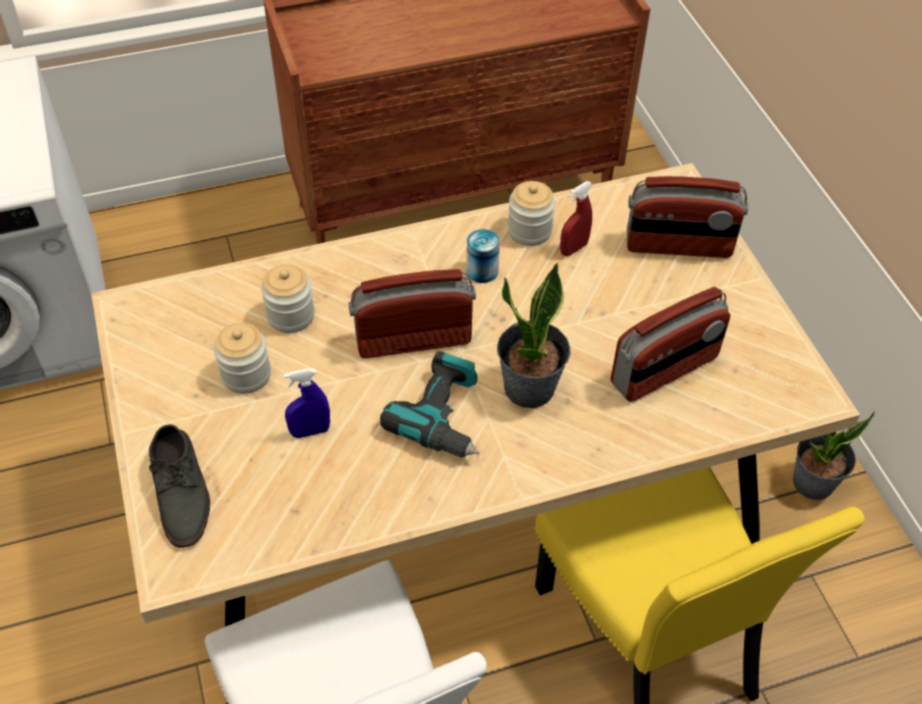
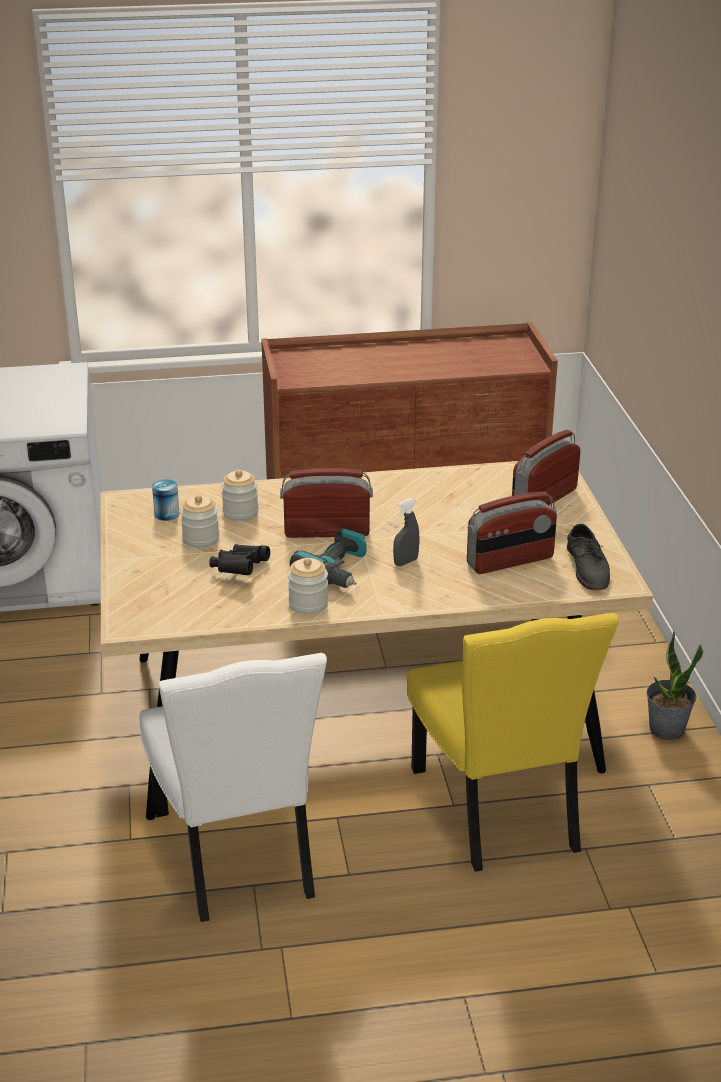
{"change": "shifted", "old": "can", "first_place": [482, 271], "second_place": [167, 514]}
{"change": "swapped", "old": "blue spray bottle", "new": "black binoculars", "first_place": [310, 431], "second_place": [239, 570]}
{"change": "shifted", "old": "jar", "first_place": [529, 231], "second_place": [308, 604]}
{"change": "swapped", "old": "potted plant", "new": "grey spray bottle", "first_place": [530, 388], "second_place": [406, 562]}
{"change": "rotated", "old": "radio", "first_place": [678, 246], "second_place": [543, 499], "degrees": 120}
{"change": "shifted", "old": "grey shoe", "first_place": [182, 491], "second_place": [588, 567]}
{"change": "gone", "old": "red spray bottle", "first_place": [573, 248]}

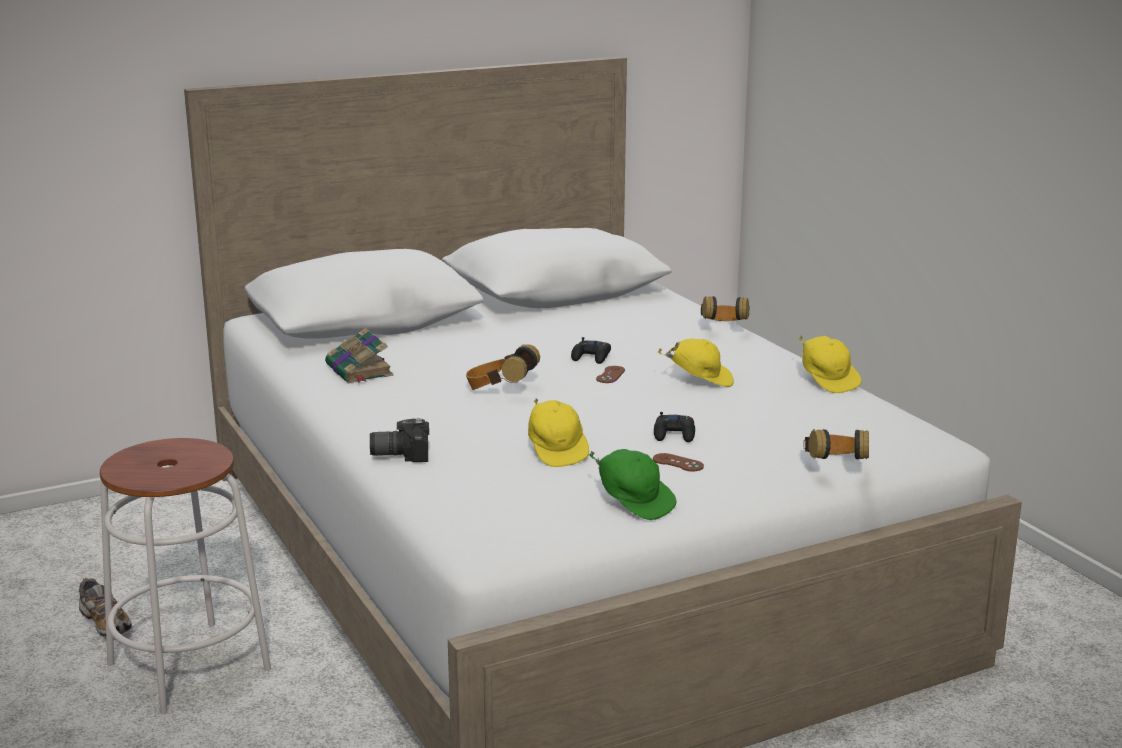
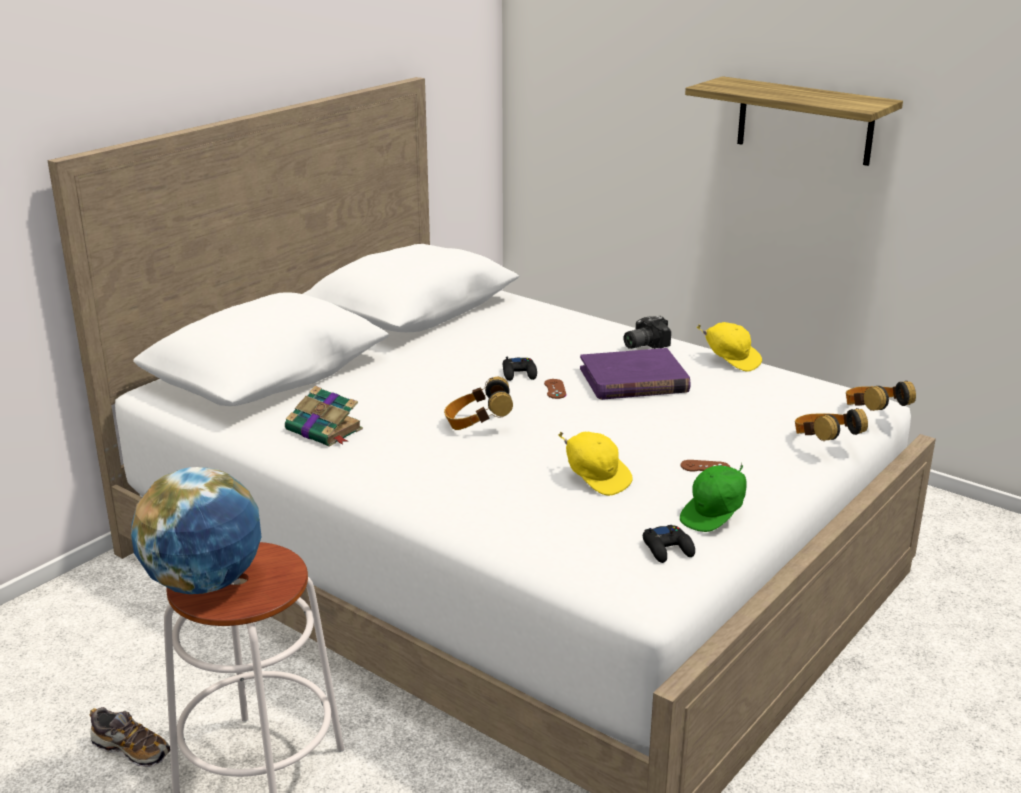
{"change": "new", "new": "globe", "second_place": [204, 583]}
{"change": "swapped", "old": "yellow cap", "new": "purple book", "first_place": [700, 380], "second_place": [633, 380]}
{"change": "shifted", "old": "photo camera", "first_place": [400, 453], "second_place": [642, 344]}
{"change": "shifted", "old": "black game controller", "first_place": [674, 434], "second_place": [668, 549]}
{"change": "rotated", "old": "green cap", "first_place": [634, 503], "second_place": [715, 516], "degrees": 120}
{"change": "new", "new": "shelf", "second_place": [805, 121]}
{"change": "shifted", "old": "headphones", "first_place": [724, 328], "second_place": [873, 414]}

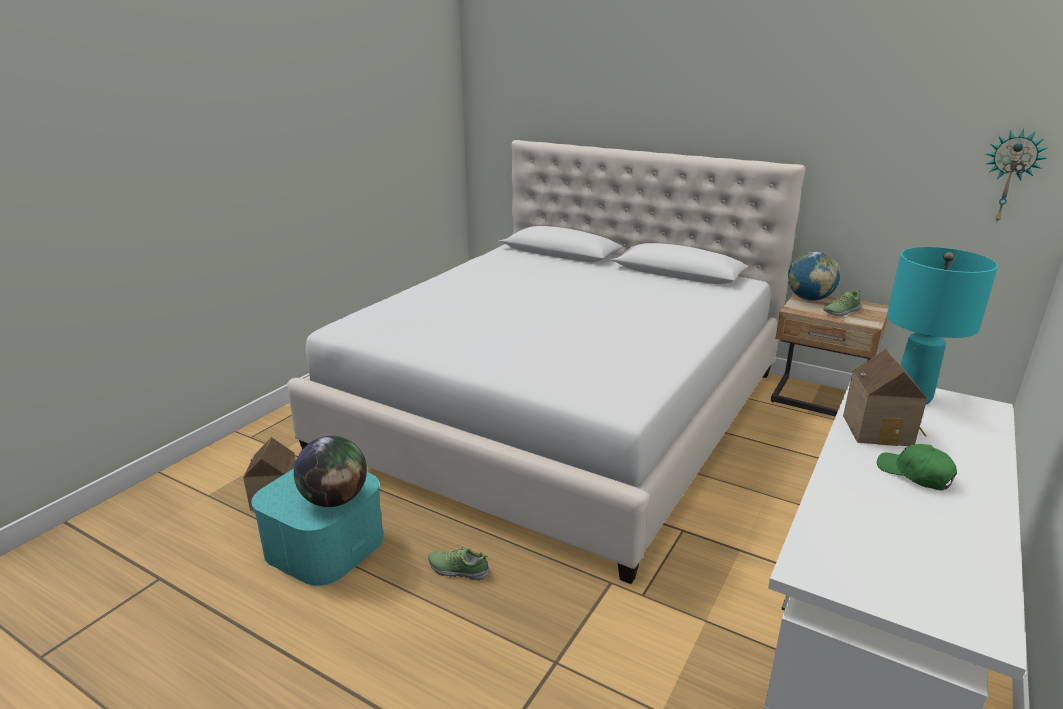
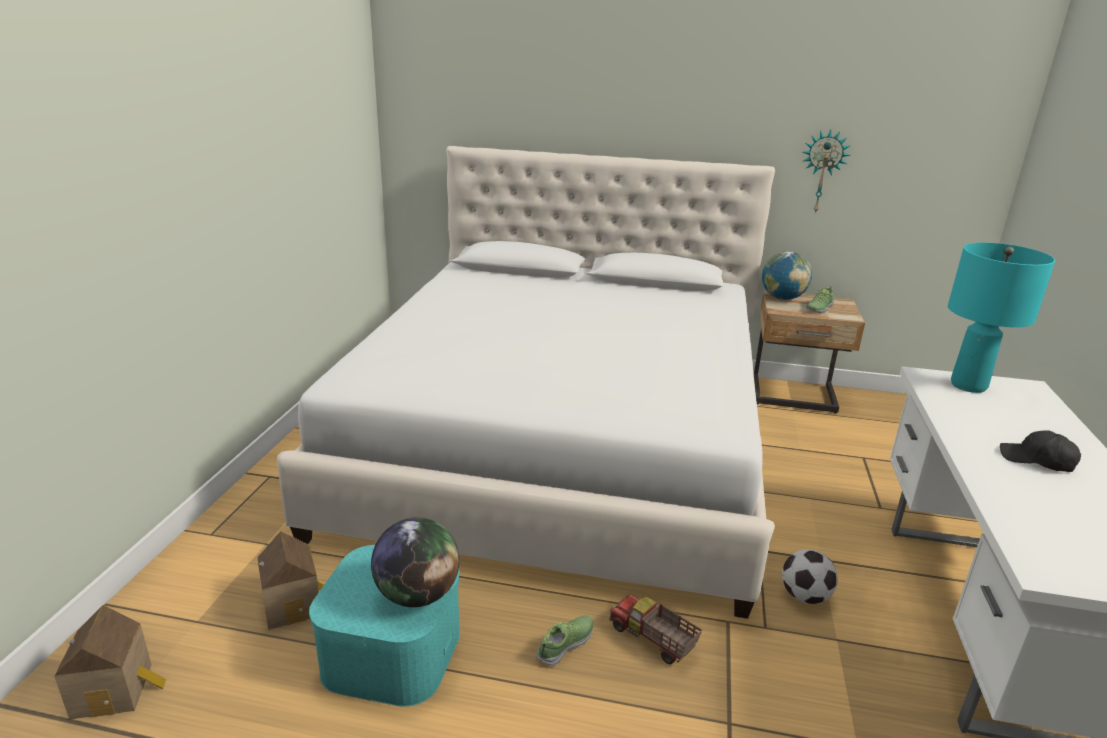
{"change": "shifted", "old": "toy house", "first_place": [880, 430], "second_place": [116, 690]}
{"change": "rotated", "old": "shoe", "first_place": [458, 569], "second_place": [565, 645], "degrees": 135}
{"change": "new", "new": "toy truck", "second_place": [652, 640]}
{"change": "new", "new": "football", "second_place": [805, 596]}
{"change": "shifted", "old": "wall clock", "first_place": [1009, 176], "second_place": [822, 172]}
{"change": "repainted", "old": "green cap", "new": "black cap", "first_place": [914, 474], "second_place": [1037, 460]}

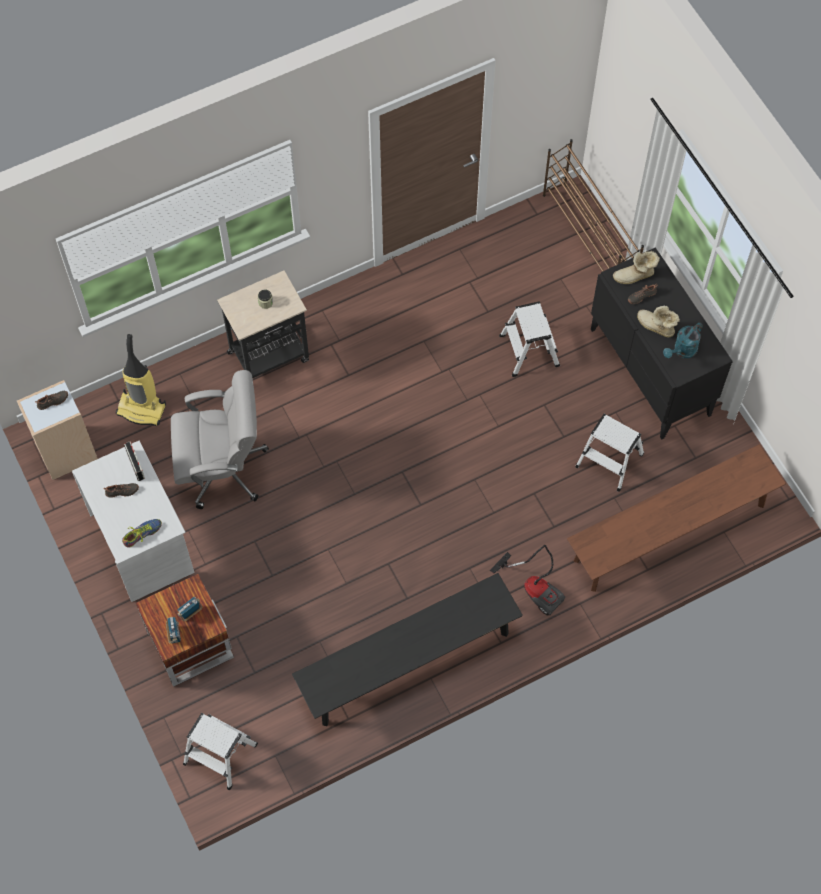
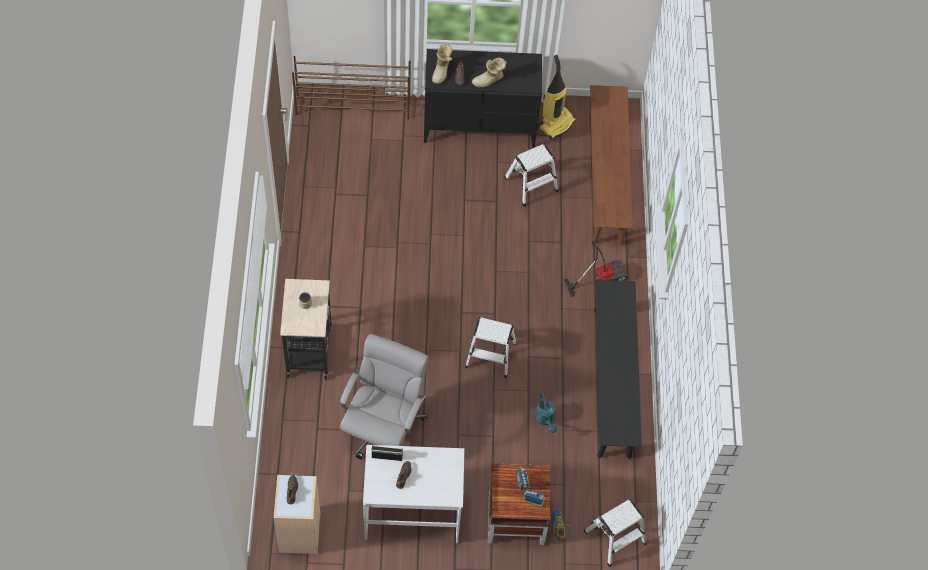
{"change": "shifted", "old": "white step ladder", "first_place": [529, 350], "second_place": [491, 354]}
{"change": "shifted", "old": "turquoise watering can", "first_place": [682, 351], "second_place": [545, 419]}
{"change": "shifted", "old": "vacuum cleaner", "first_place": [142, 409], "second_place": [556, 123]}
{"change": "shifted", "old": "shoe", "first_place": [142, 534], "second_place": [558, 526]}

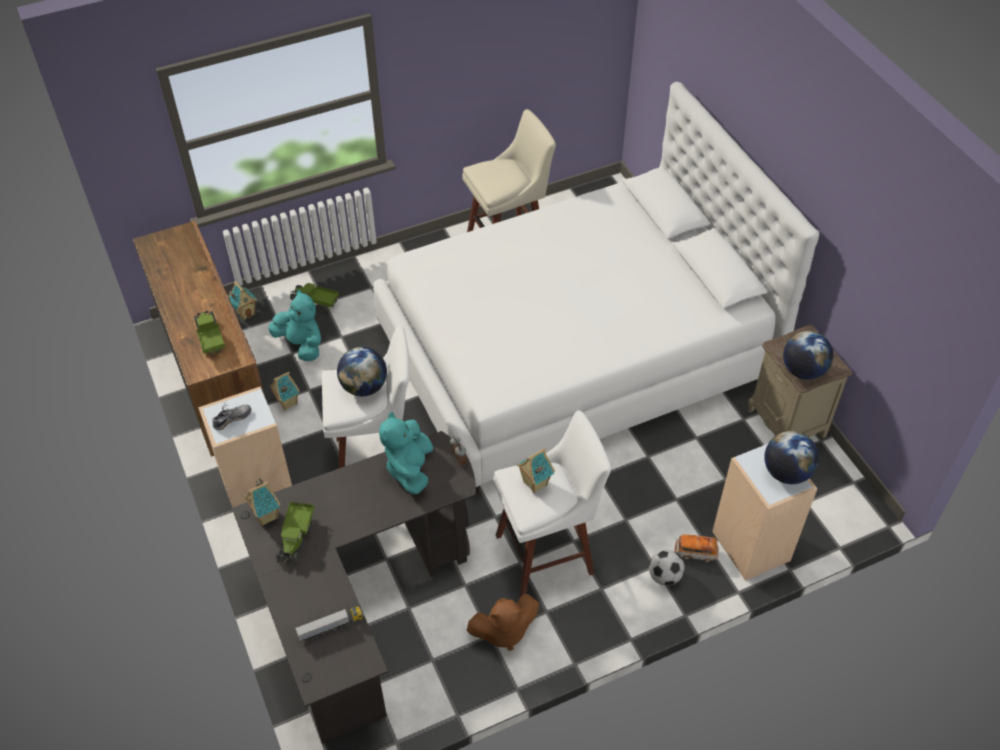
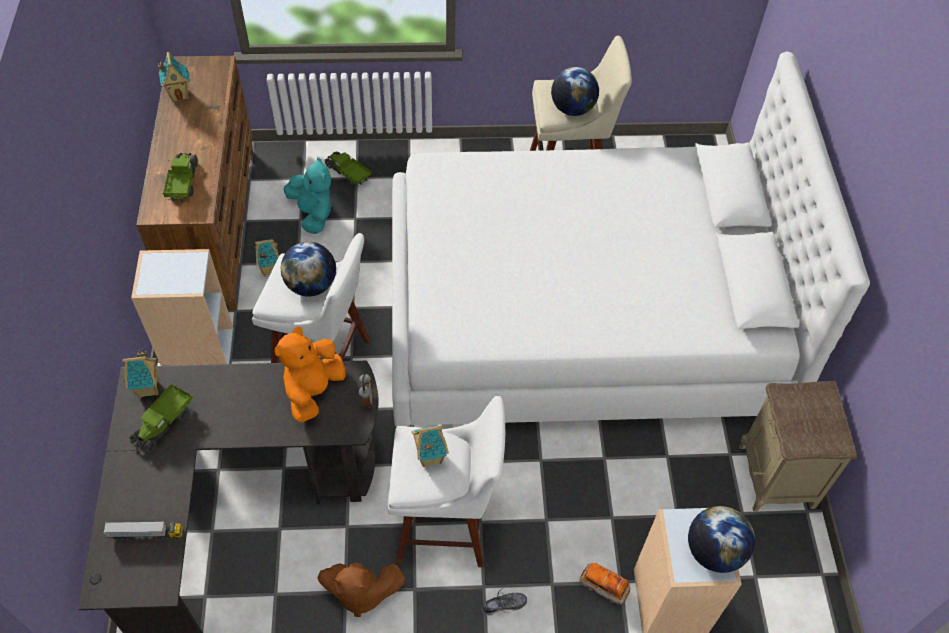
{"change": "shifted", "old": "toy house", "first_place": [246, 313], "second_place": [179, 94]}
{"change": "repainted", "old": "turquoise plush toy", "new": "orange plush toy", "first_place": [410, 468], "second_place": [313, 390]}
{"change": "shifted", "old": "shoe", "first_place": [232, 419], "second_place": [503, 605]}
{"change": "shifted", "old": "globe", "first_place": [803, 370], "second_place": [572, 109]}
{"change": "gone", "old": "football", "first_place": [664, 577]}

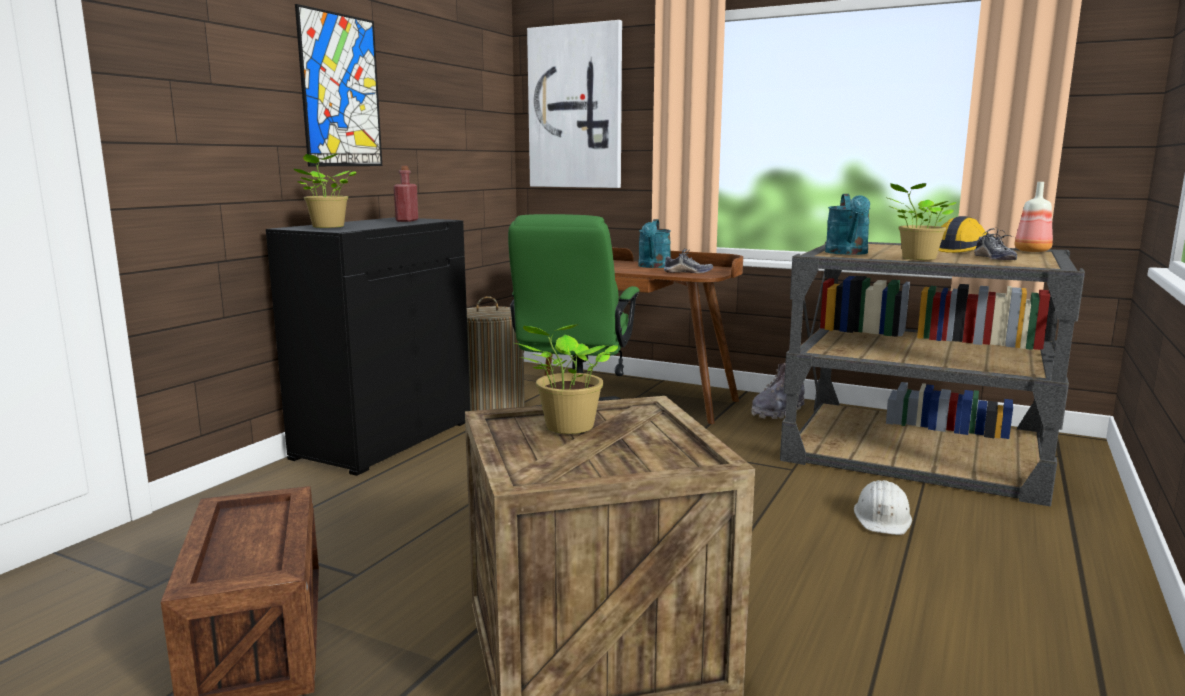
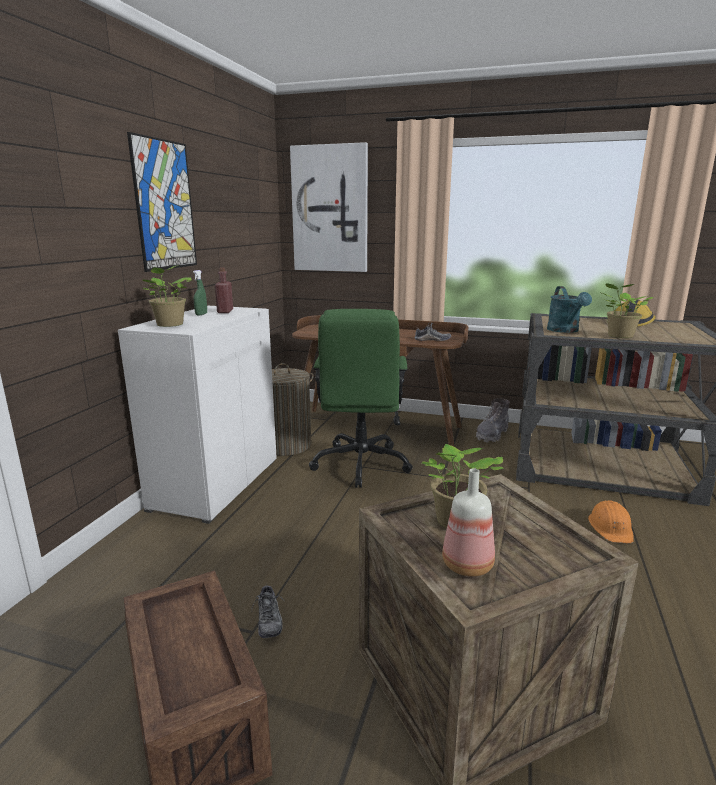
{"change": "repainted", "old": "black cabinet", "new": "white cabinet", "first_place": [384, 439], "second_place": [215, 483]}
{"change": "new", "new": "green spray bottle", "second_place": [201, 314]}
{"change": "shifted", "old": "shoe", "first_place": [994, 258], "second_place": [269, 620]}
{"change": "shifted", "old": "bottle", "first_place": [1033, 251], "second_place": [469, 565]}
{"change": "repainted", "old": "white hard hat", "new": "orange hard hat", "first_place": [883, 518], "second_place": [611, 528]}
{"change": "gone", "old": "turquoise watering can", "first_place": [654, 266]}

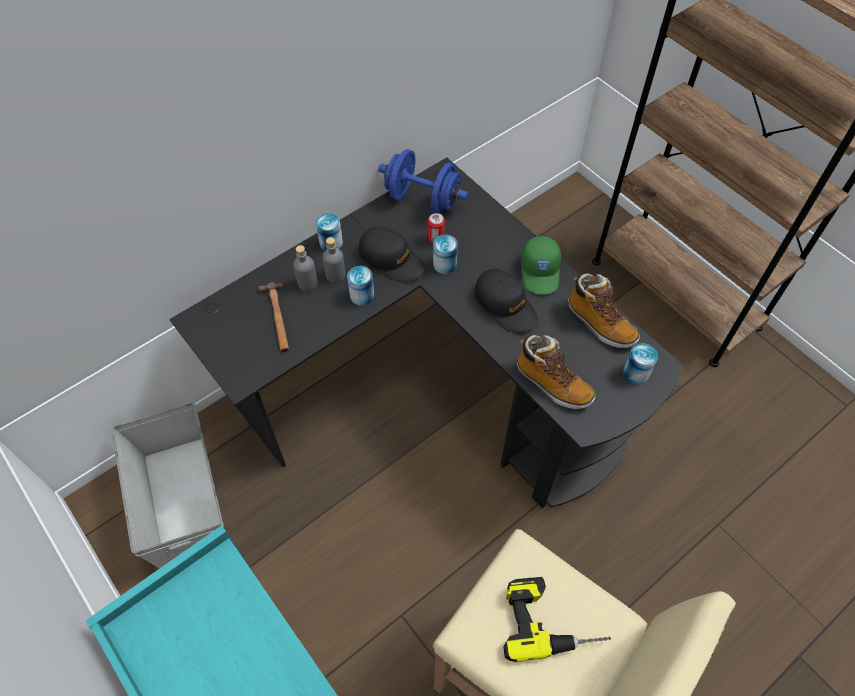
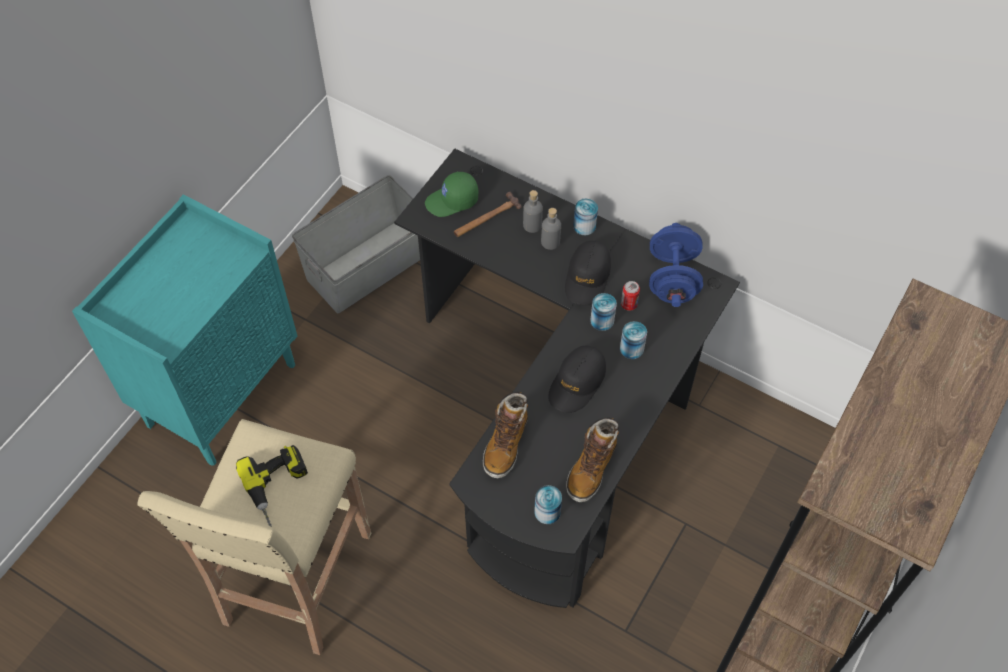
{"change": "shifted", "old": "green cap", "first_place": [541, 272], "second_place": [452, 201]}
{"change": "shifted", "old": "can", "first_place": [362, 295], "second_place": [631, 348]}

